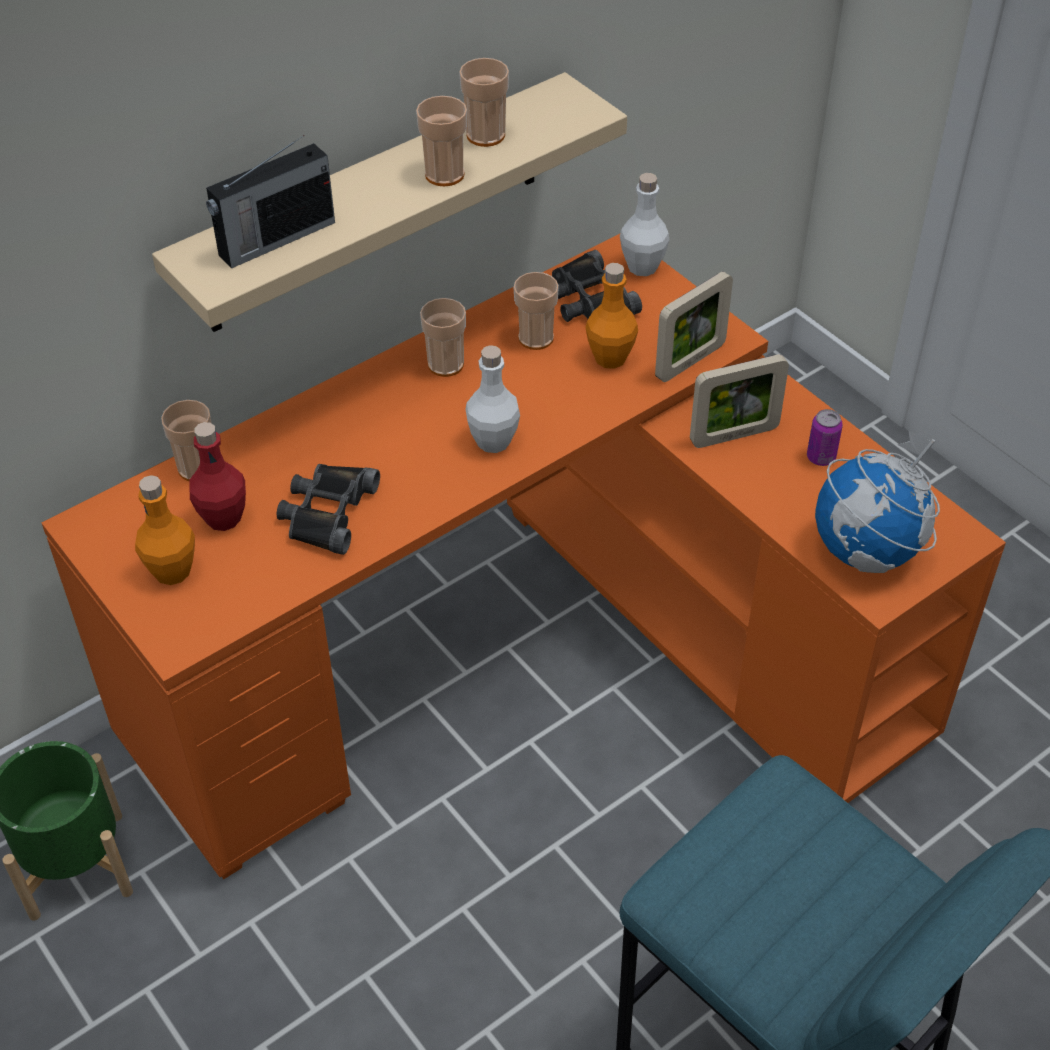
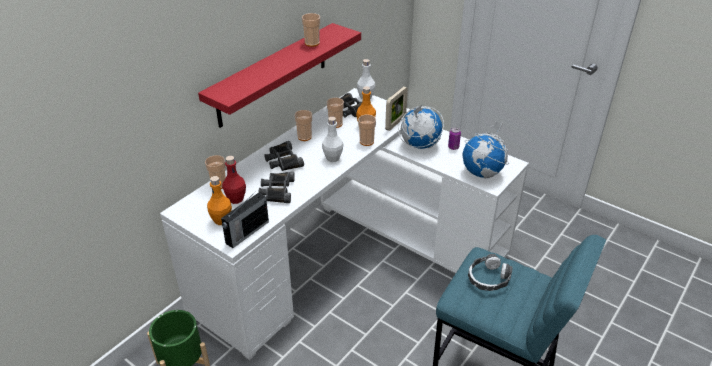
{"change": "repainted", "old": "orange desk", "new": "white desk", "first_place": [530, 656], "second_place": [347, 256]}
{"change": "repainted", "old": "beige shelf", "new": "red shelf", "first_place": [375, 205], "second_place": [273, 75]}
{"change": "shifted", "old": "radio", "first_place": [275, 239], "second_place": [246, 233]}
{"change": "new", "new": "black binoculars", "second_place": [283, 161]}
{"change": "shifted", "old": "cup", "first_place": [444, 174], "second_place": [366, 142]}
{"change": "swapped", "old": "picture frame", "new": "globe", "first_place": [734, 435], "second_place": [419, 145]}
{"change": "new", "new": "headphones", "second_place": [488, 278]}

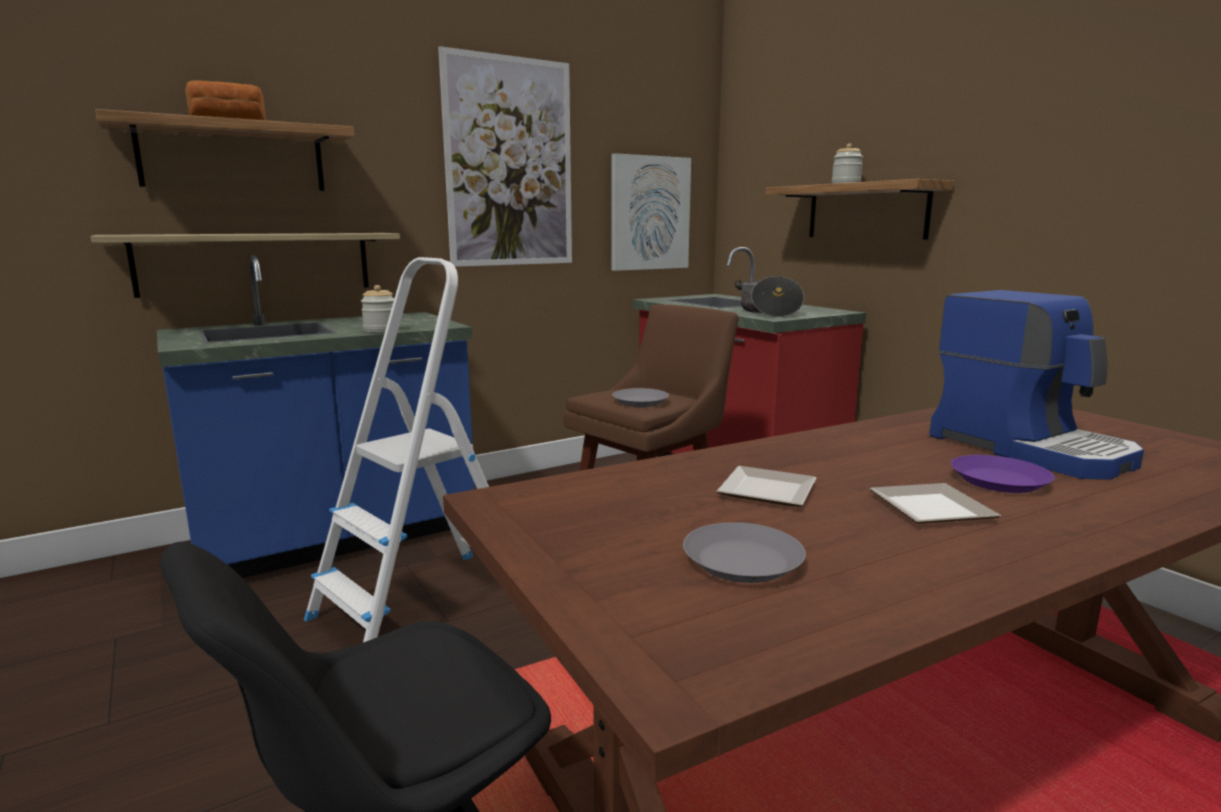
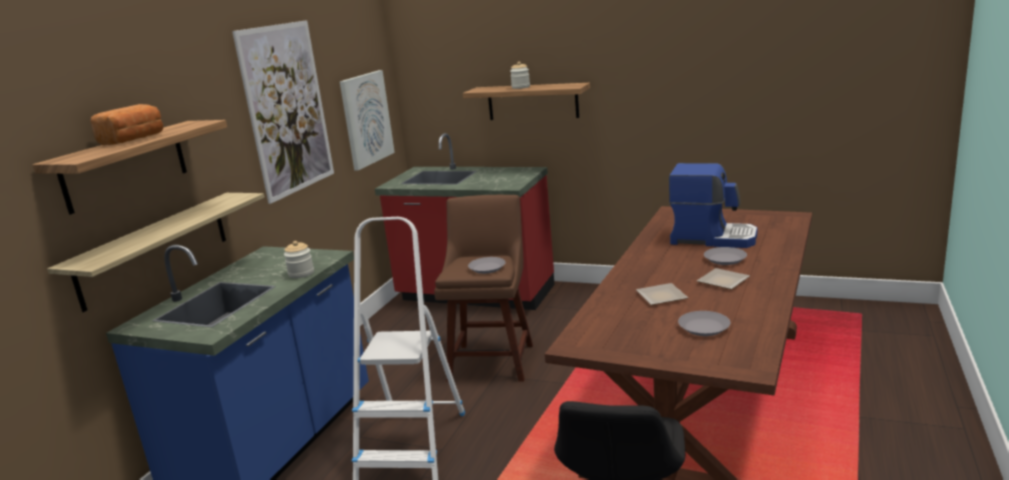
{"change": "repainted", "old": "purple plate", "new": "grey plate", "first_place": [998, 481], "second_place": [725, 259]}
{"change": "gone", "old": "cooking pot", "first_place": [768, 312]}

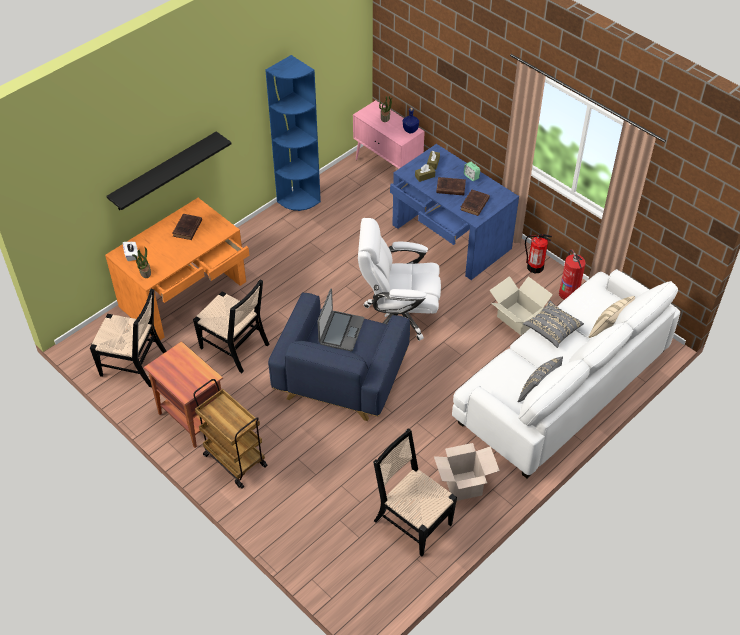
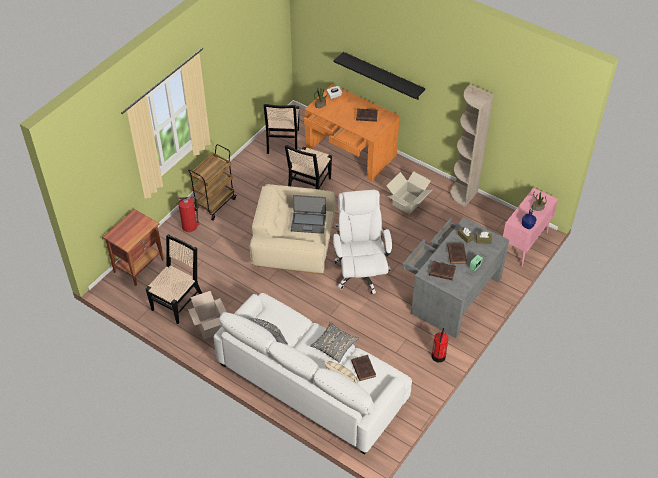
{"change": "shifted", "old": "nightstand", "first_place": [191, 418], "second_place": [139, 265]}
{"change": "shifted", "old": "fire extinguisher", "first_place": [568, 293], "second_place": [190, 226]}
{"change": "repainted", "old": "blue armchair", "new": "beige armchair", "first_place": [341, 377], "second_place": [294, 247]}
{"change": "new", "new": "brown book", "second_place": [363, 368]}
{"change": "shifted", "old": "cardboard box", "first_place": [519, 318], "second_place": [408, 202]}
{"change": "repainted", "old": "blue desk", "new": "grey desk", "first_place": [447, 240], "second_place": [451, 293]}
{"change": "repainted", "old": "blue bookcase", "new": "beige bookcase", "first_place": [299, 204], "second_place": [461, 196]}

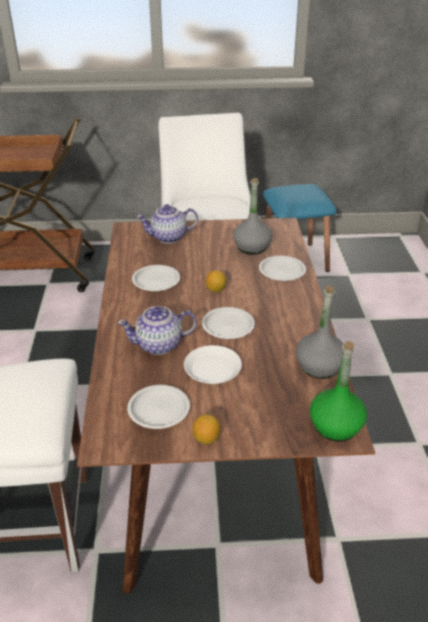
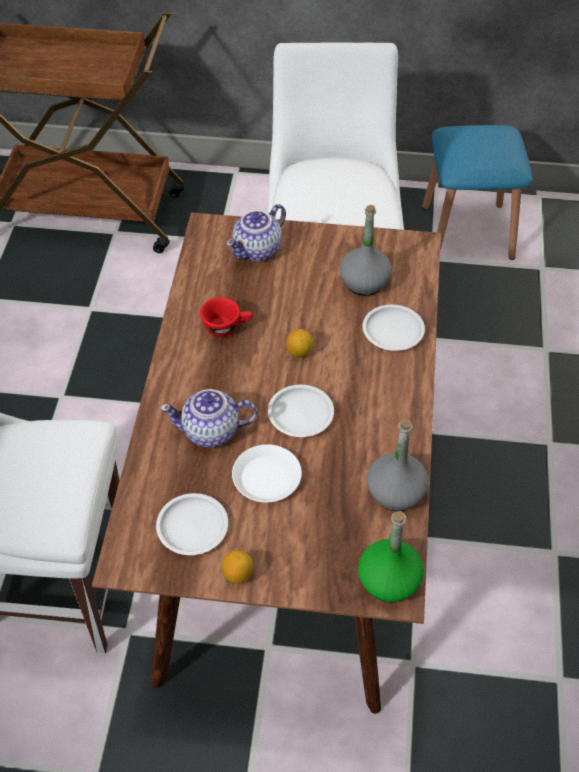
{"change": "swapped", "old": "white plate", "new": "red cup", "first_place": [156, 281], "second_place": [227, 327]}
{"change": "rotated", "old": "teapot", "first_place": [168, 238], "second_place": [258, 251], "degrees": -45}

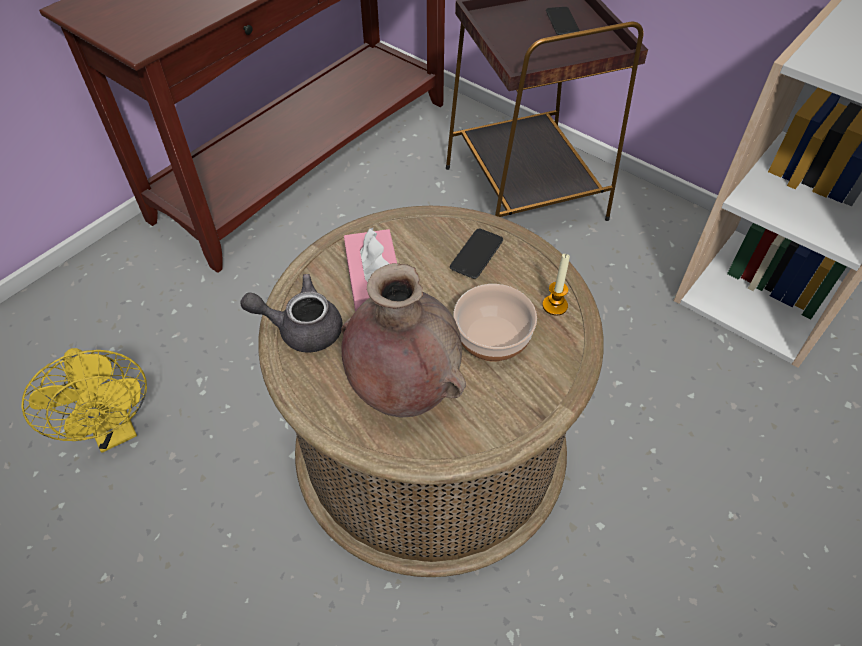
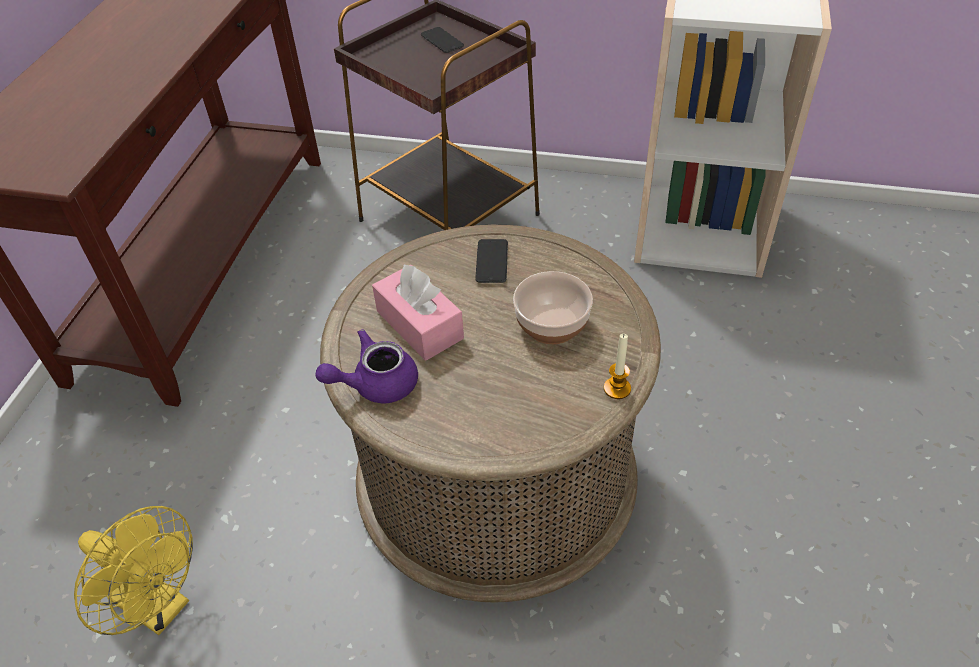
{"change": "repainted", "old": "grey teapot", "new": "purple teapot", "first_place": [301, 328], "second_place": [375, 384]}
{"change": "shifted", "old": "candle", "first_place": [555, 305], "second_place": [617, 388]}
{"change": "gone", "old": "brown vase", "first_place": [403, 391]}

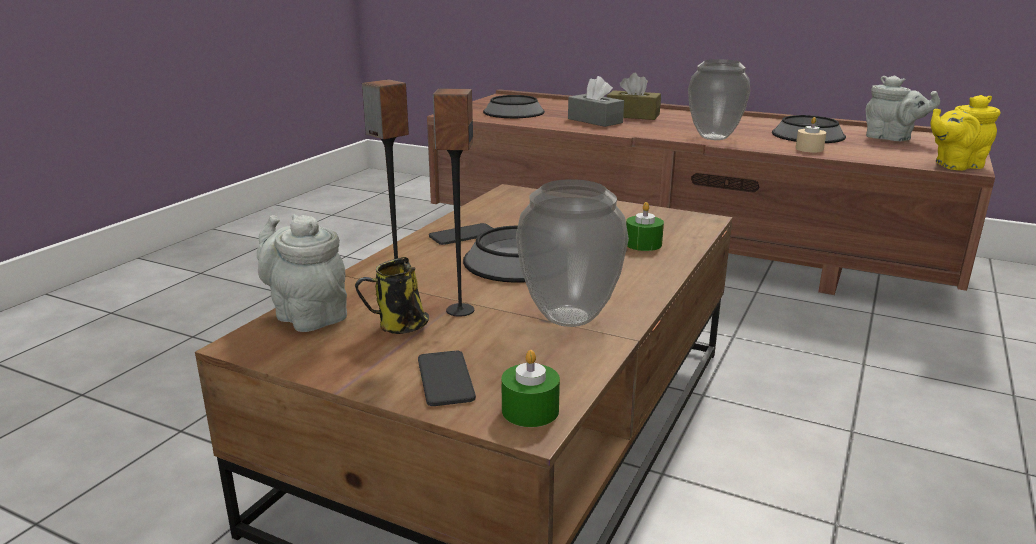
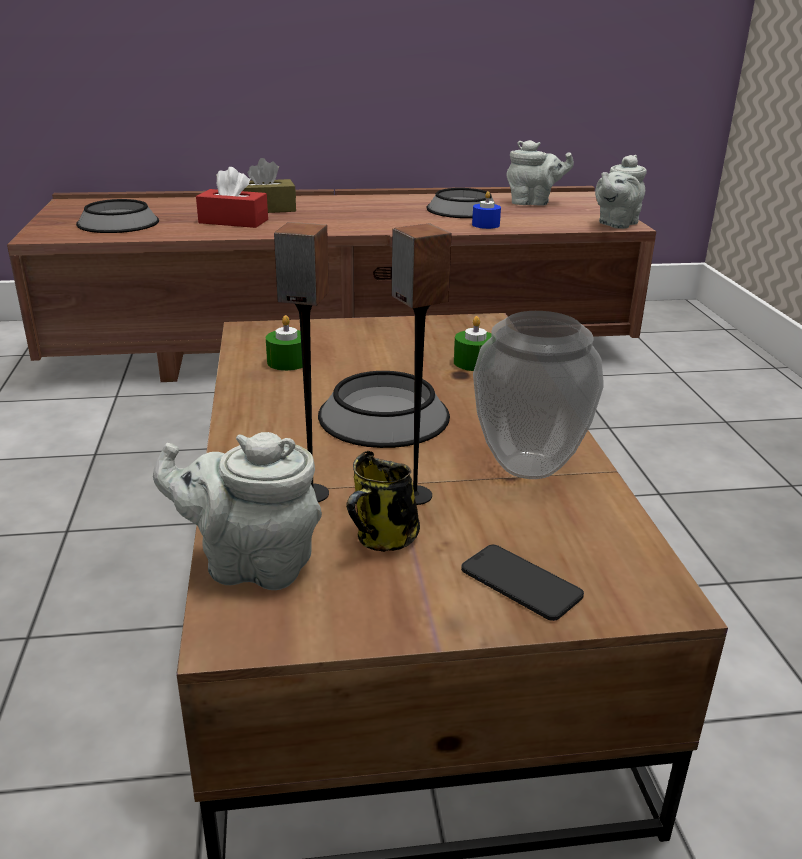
{"change": "repainted", "old": "grey tissue box", "new": "red tissue box", "first_place": [595, 121], "second_place": [233, 221]}
{"change": "shifted", "old": "green candle", "first_place": [530, 410], "second_place": [287, 362]}
{"change": "repainted", "old": "beige candle", "new": "blue candle", "first_place": [809, 149], "second_place": [485, 225]}
{"change": "repainted", "old": "yellow teapot", "new": "grey teapot", "first_place": [955, 165], "second_place": [616, 224]}
{"change": "gone", "old": "phone", "first_place": [463, 235]}
{"change": "gone", "old": "vase", "first_place": [713, 137]}

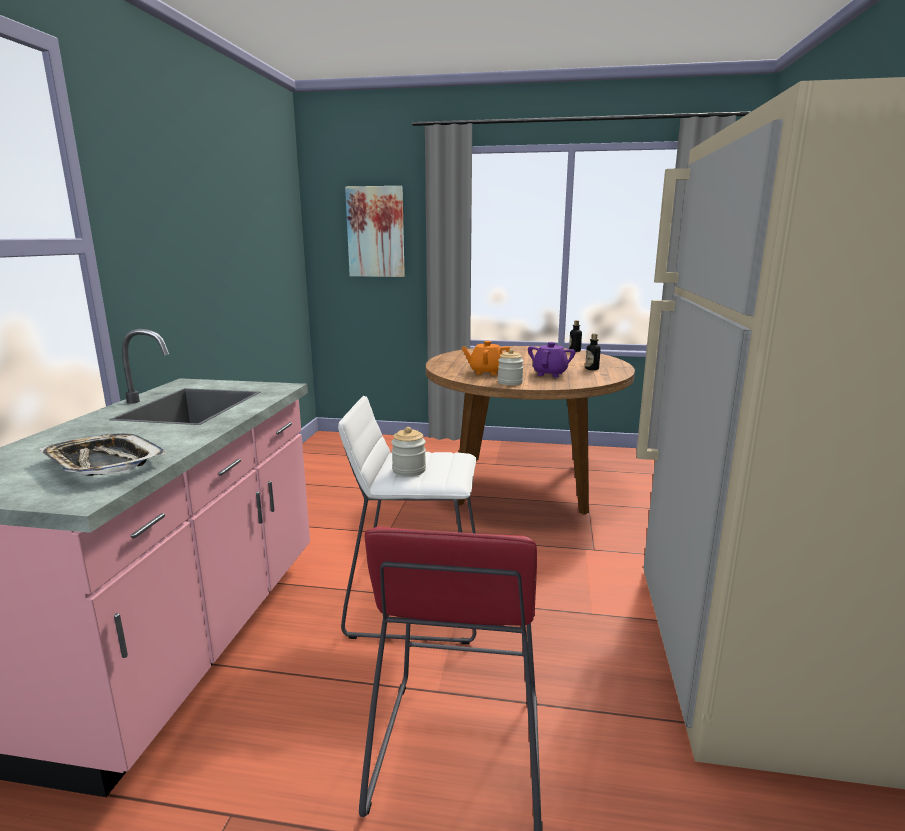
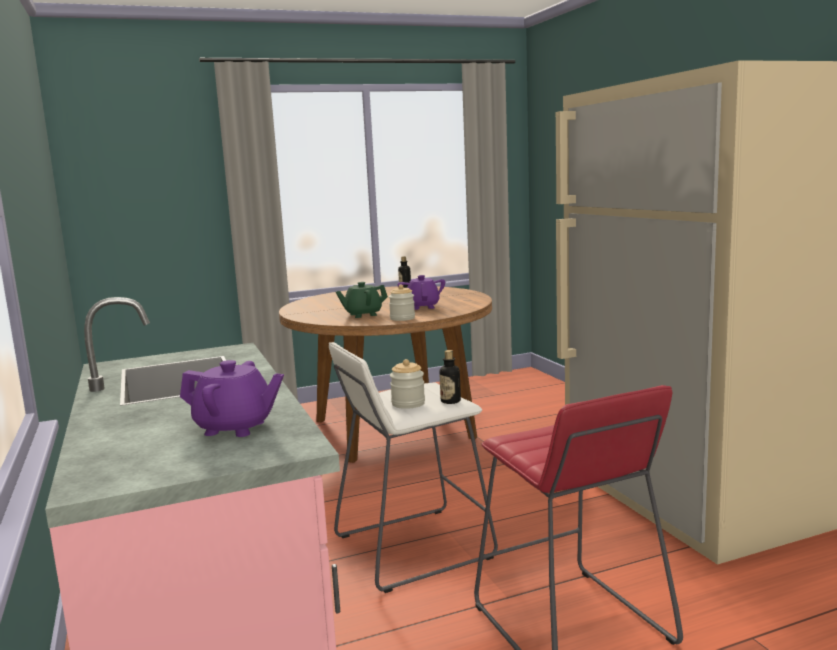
{"change": "swapped", "old": "tray", "new": "purple teapot", "first_place": [104, 463], "second_place": [235, 428]}
{"change": "repainted", "old": "orange teapot", "new": "green teapot", "first_place": [486, 372], "second_place": [363, 315]}
{"change": "shifted", "old": "bottle", "first_place": [592, 369], "second_place": [450, 401]}
{"change": "gone", "old": "picture", "first_place": [376, 232]}

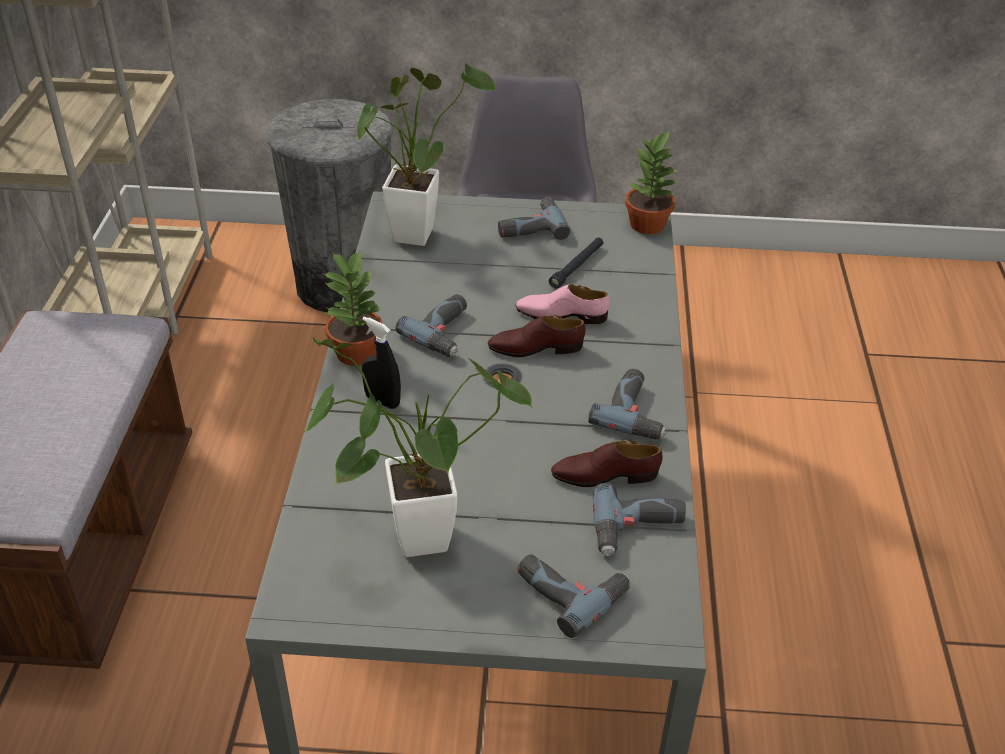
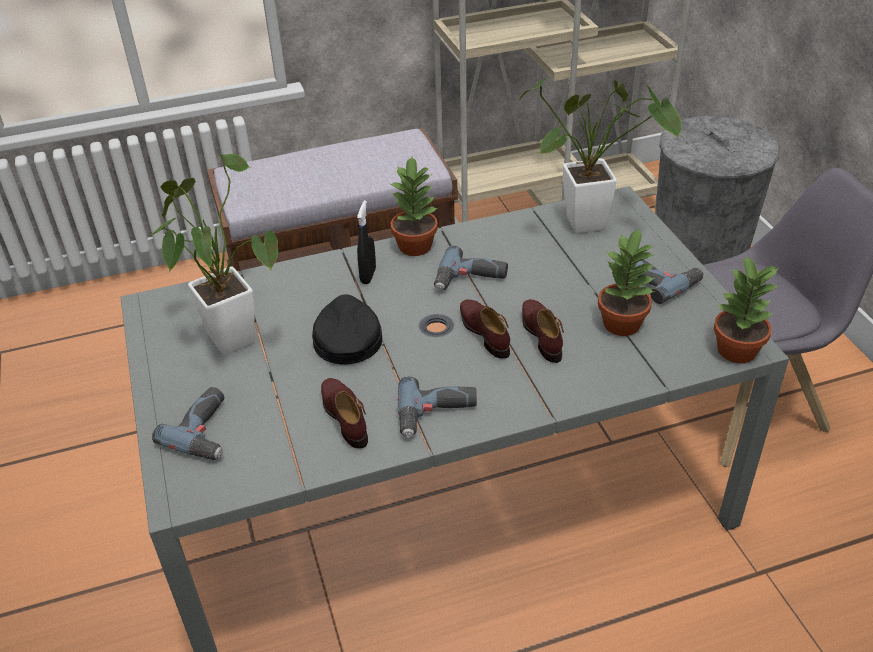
{"change": "new", "new": "black cap", "second_place": [347, 337]}
{"change": "repainted", "old": "pink shoe", "new": "brown shoe", "first_place": [561, 315], "second_place": [542, 334]}
{"change": "swapped", "old": "black flashlight", "new": "potted plant", "first_place": [577, 266], "second_place": [623, 324]}
{"change": "gone", "old": "power drill", "first_place": [638, 530]}

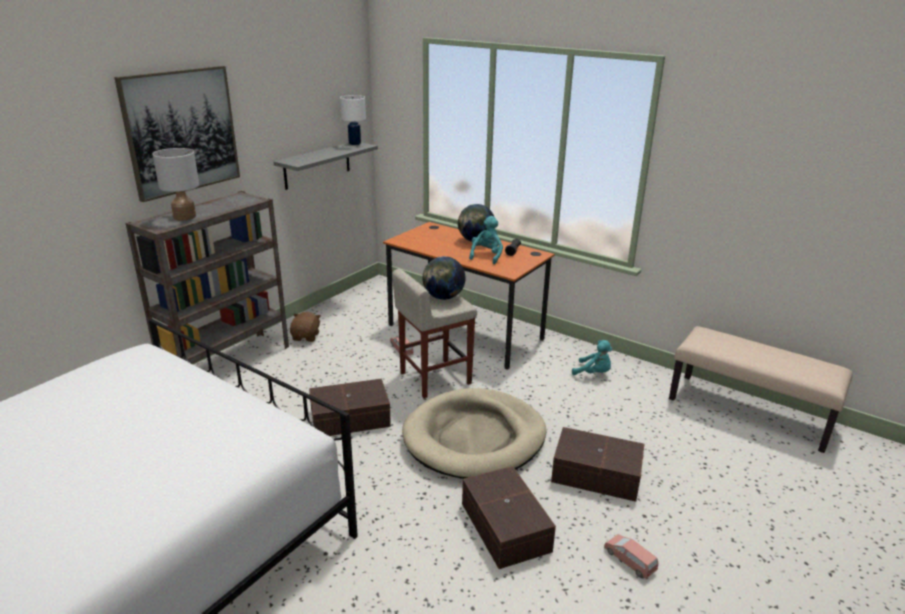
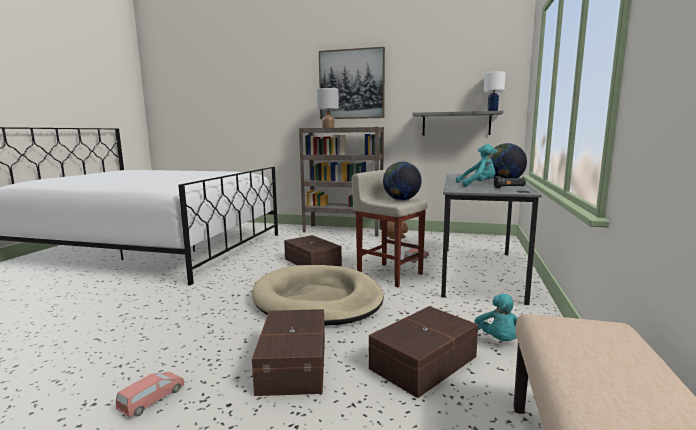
{"change": "shifted", "old": "brown storage box", "first_place": [504, 528], "second_place": [421, 362]}
{"change": "repainted", "old": "orange desk", "new": "grey desk", "first_place": [465, 332], "second_place": [479, 272]}

